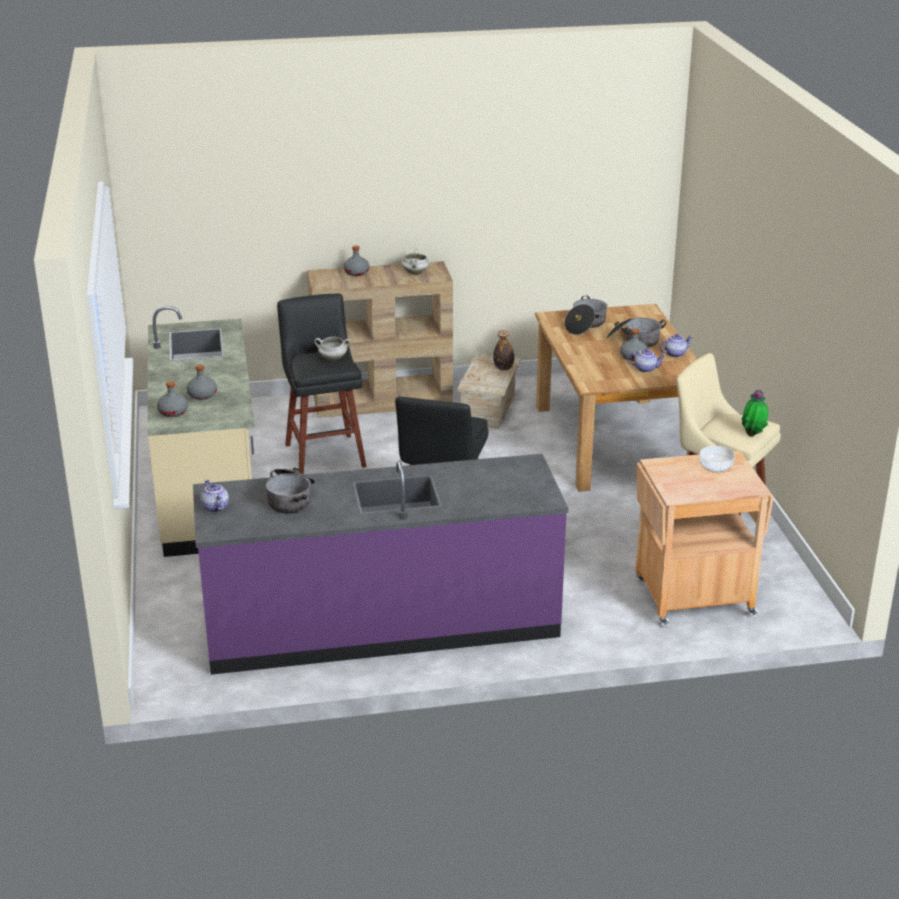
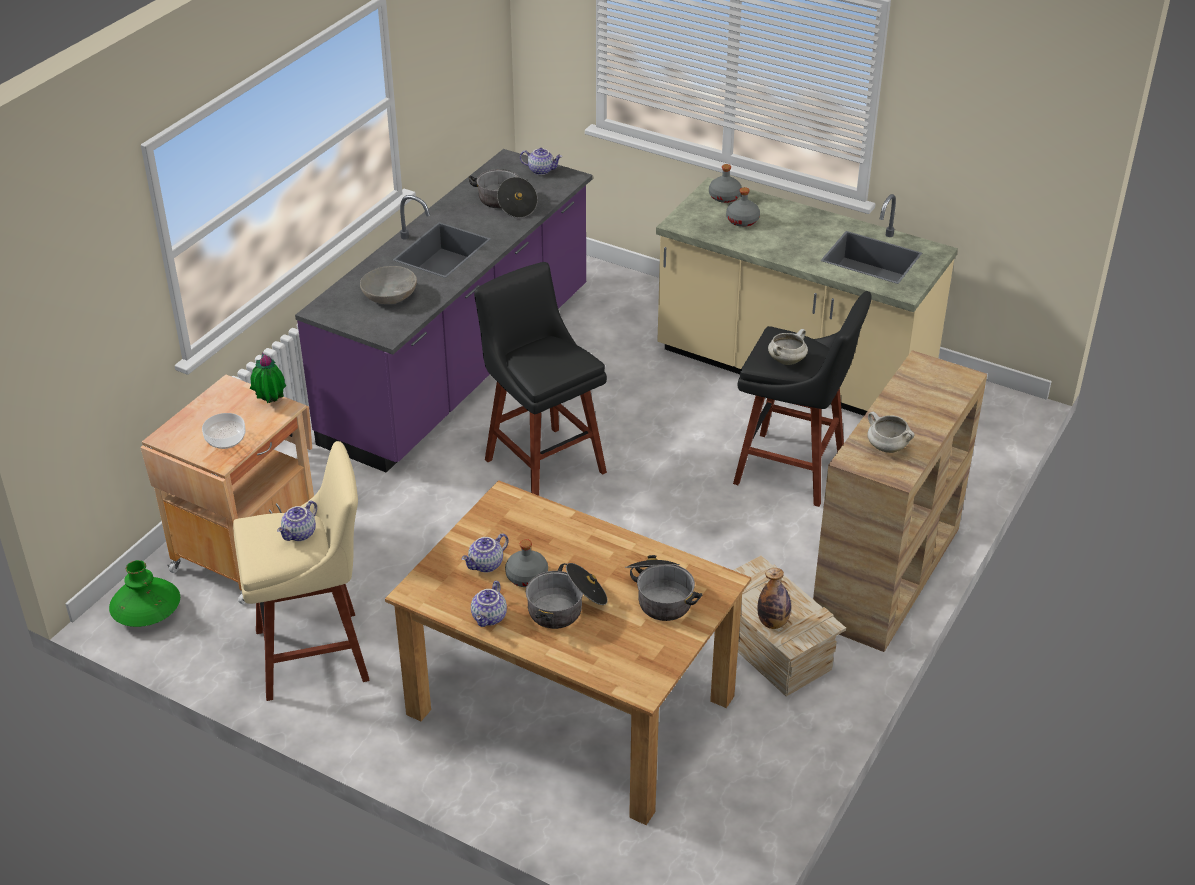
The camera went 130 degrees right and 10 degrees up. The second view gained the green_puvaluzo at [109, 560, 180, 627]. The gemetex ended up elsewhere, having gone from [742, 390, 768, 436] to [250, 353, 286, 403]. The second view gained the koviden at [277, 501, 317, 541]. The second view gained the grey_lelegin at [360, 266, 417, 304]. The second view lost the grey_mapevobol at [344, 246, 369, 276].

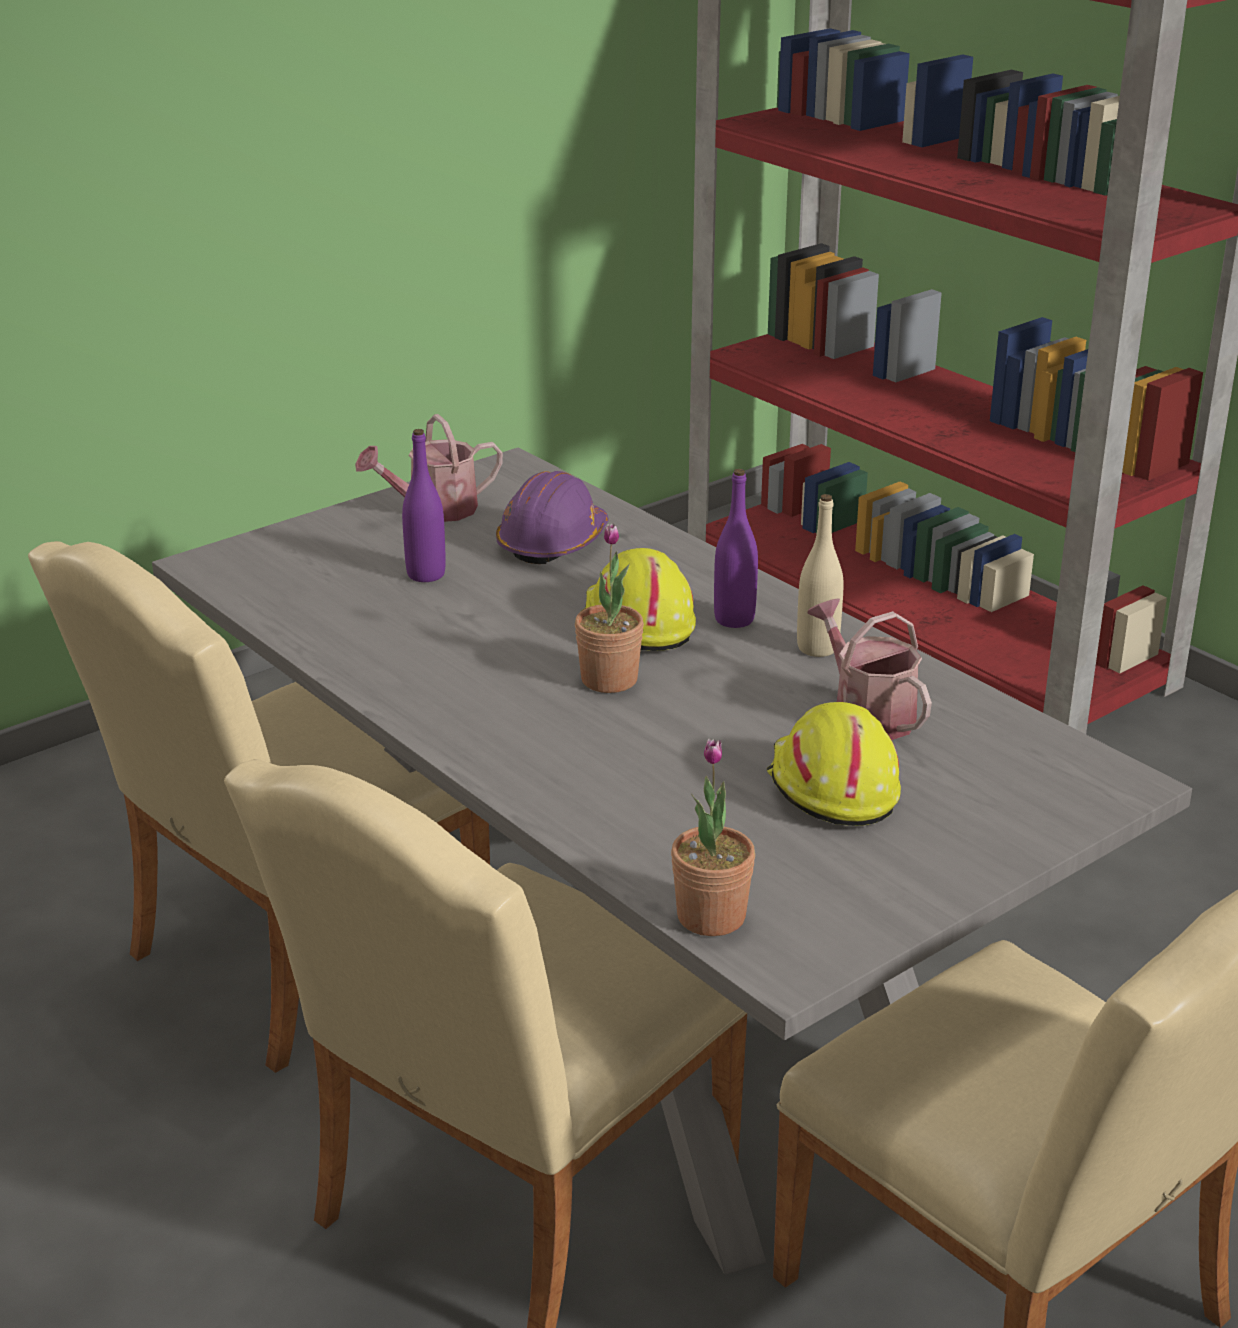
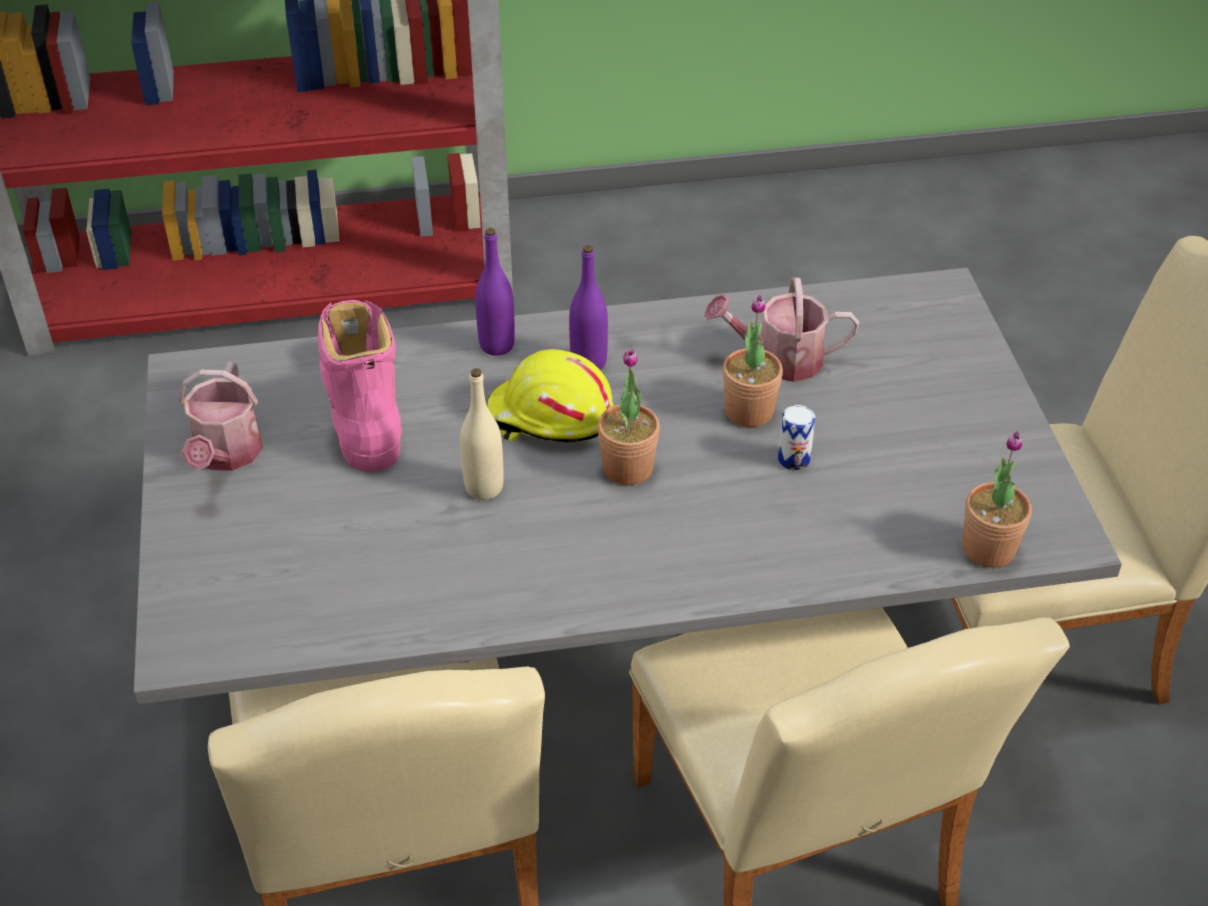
The camera went 60 degrees left and 15 degrees up. Where the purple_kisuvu stood at [496, 471, 609, 564], the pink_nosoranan came to stand at [318, 300, 402, 472]. The beige_mapevobol ended up elsewhere, having gone from [797, 494, 844, 657] to [460, 368, 504, 500]. The purple_mapevobol ended up elsewhere, having gone from [402, 429, 446, 582] to [475, 228, 515, 356]. The second view gained the gemetex at [723, 295, 783, 427]. The second view gained the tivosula at [778, 405, 815, 470]. The second view lost the yellow_kisuvu at [767, 702, 901, 826].

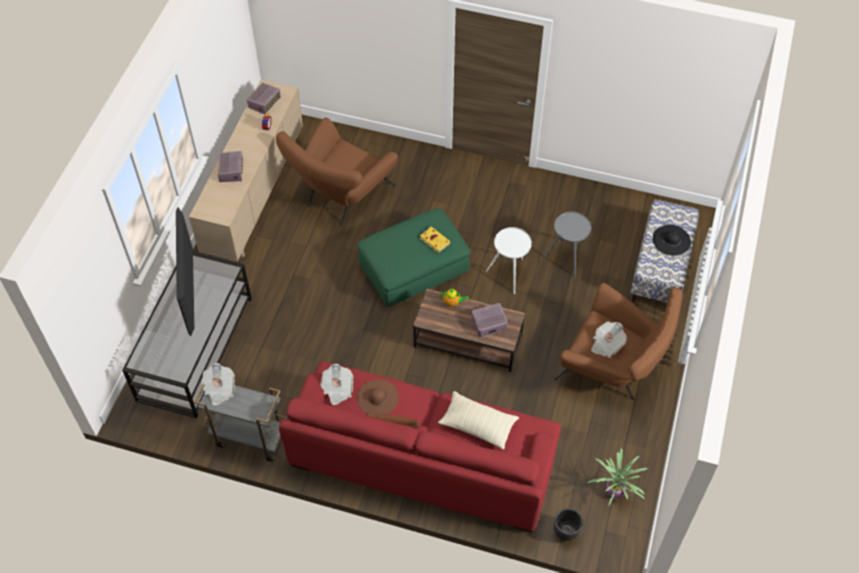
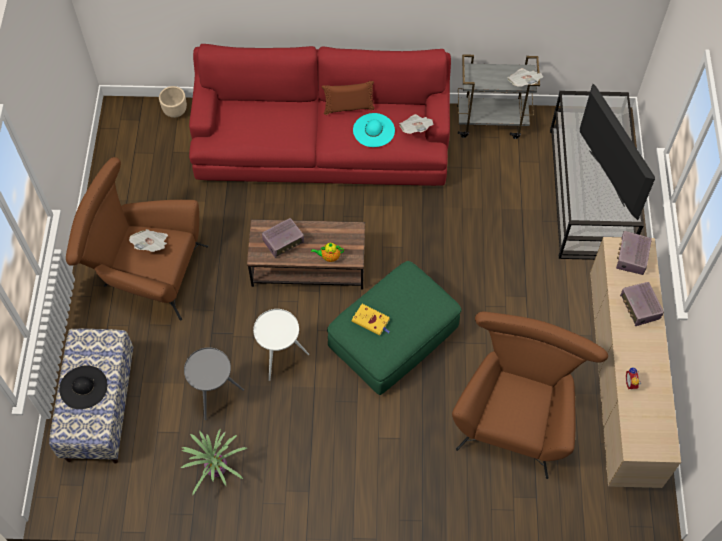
The camera went 165 degrees right and 5 degrees up. What was the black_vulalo at [554, 508, 583, 541] turned into the beige_vulalo at [159, 86, 187, 118]. The gemetex ended up elsewhere, having gone from [587, 448, 648, 507] to [181, 429, 247, 496]. What was the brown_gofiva at [357, 379, 398, 414] turned into the turquoise_gofiva at [353, 113, 395, 147]. The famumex ended up elsewhere, having gone from [247, 83, 281, 114] to [616, 231, 652, 275]. The second view lost the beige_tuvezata at [438, 391, 519, 450].

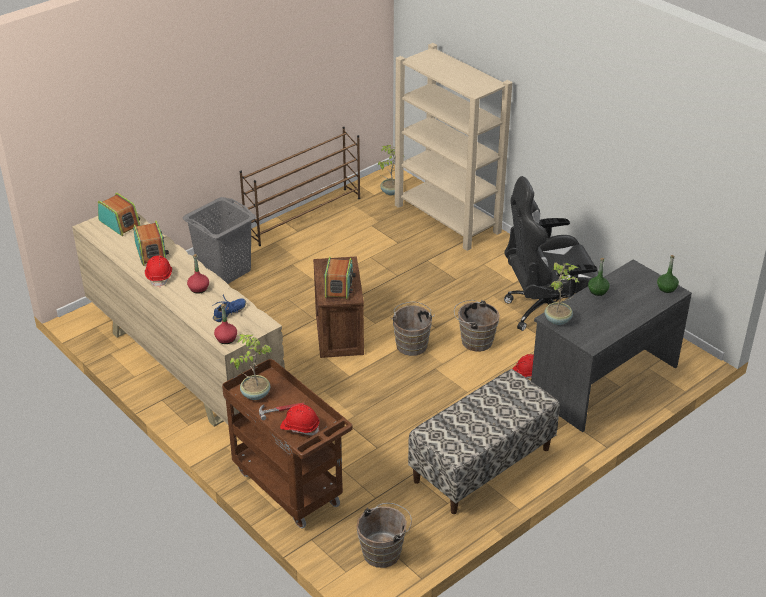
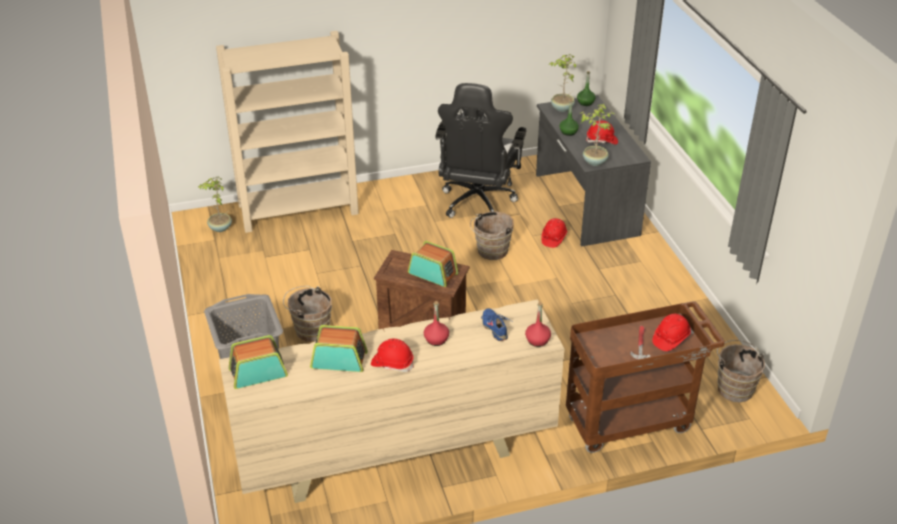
The camera went 65 degrees left and 0 degrees up. The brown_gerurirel ended up elsewhere, having gone from [391, 302, 434, 356] to [283, 286, 332, 342]. The gemetex ended up elsewhere, having gone from [230, 334, 272, 400] to [549, 54, 576, 112]. The second view gained the red_kisuvu at [586, 120, 618, 145]. The second view lost the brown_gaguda at [240, 127, 360, 246]. The second view lost the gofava at [408, 369, 560, 514].

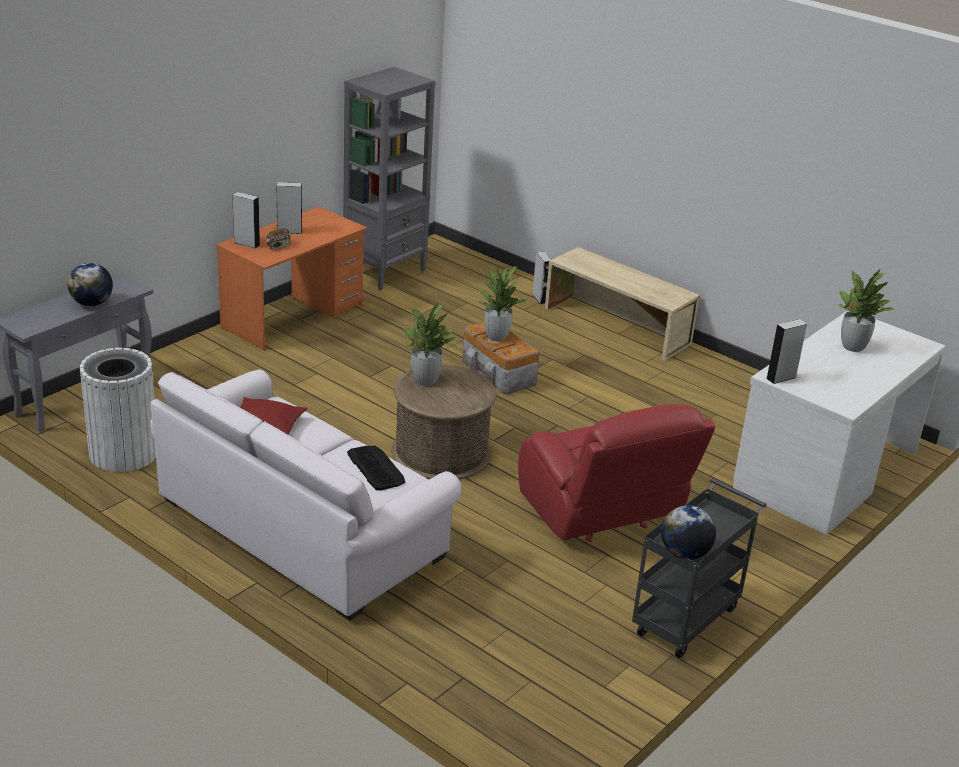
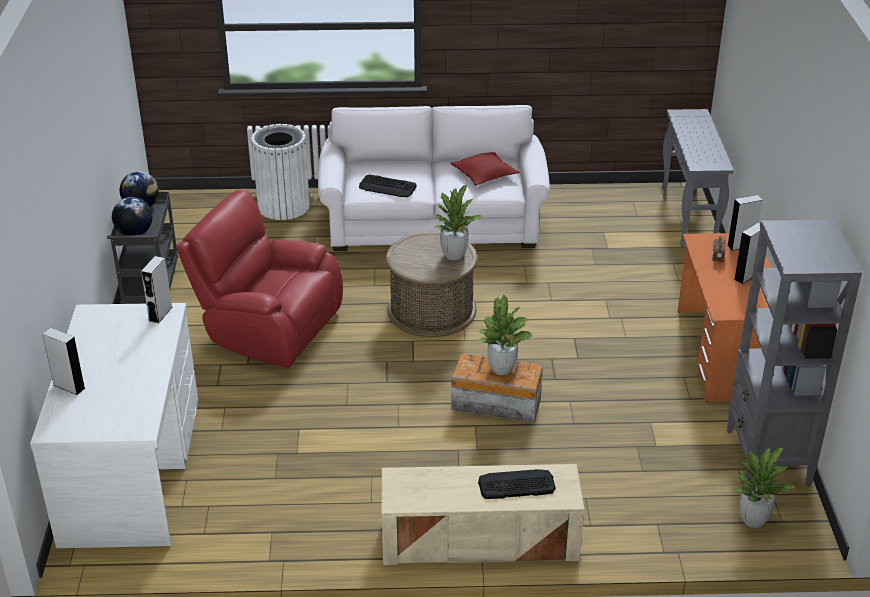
The camera went 140 degrees right and 5 degrees up. The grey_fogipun ended up elsewhere, having gone from [532, 252, 551, 304] to [43, 328, 85, 395]. The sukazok ended up elsewhere, having gone from [68, 263, 113, 306] to [112, 197, 153, 235]. The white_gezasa ended up elsewhere, having gone from [80, 348, 156, 472] to [251, 124, 310, 220]. The second view gained the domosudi at [478, 469, 556, 499]. The gemetex ended up elsewhere, having gone from [837, 269, 894, 352] to [733, 448, 795, 528].

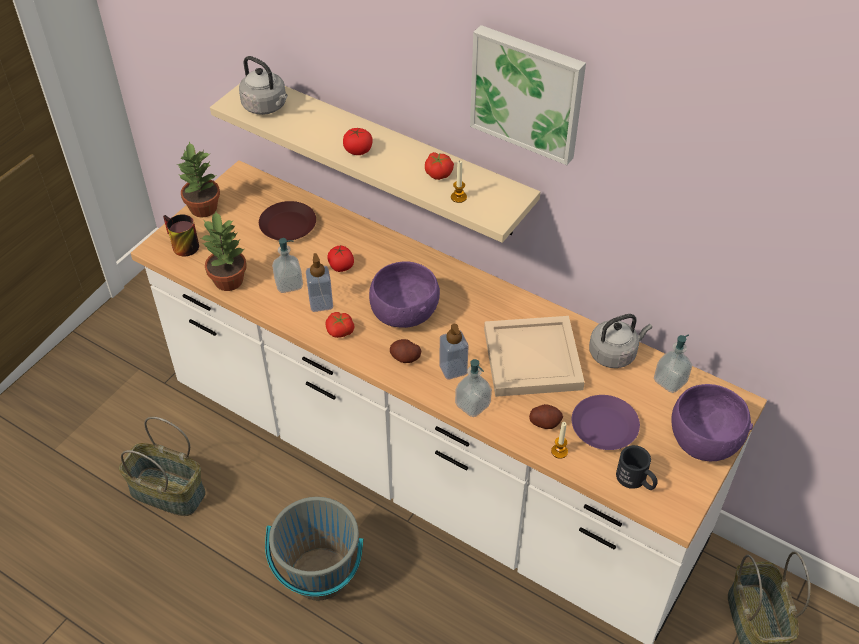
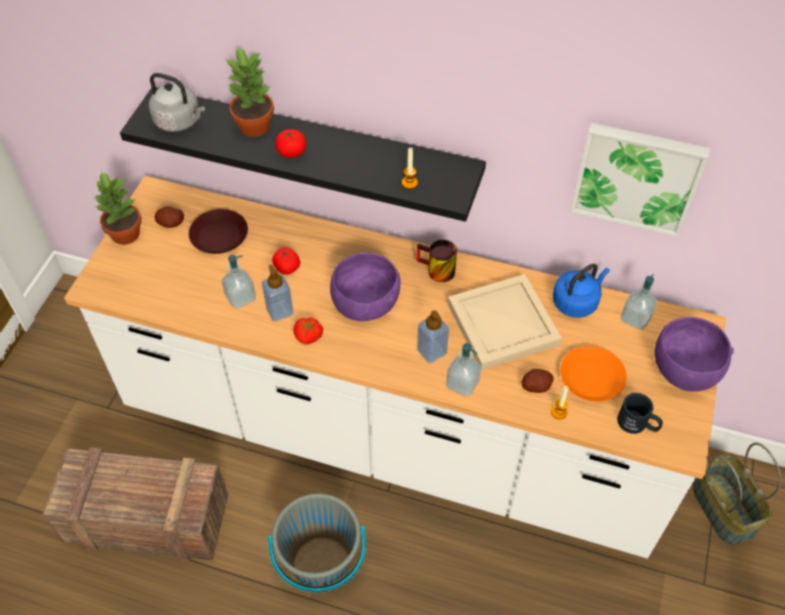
The camera went 15 degrees left and 5 degrees up. Where the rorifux stood at [119, 417, 206, 516], the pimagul came to stand at [43, 448, 228, 561]. What was the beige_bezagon at [210, 84, 540, 243] turned into the black_bezagon at [120, 87, 486, 222]. The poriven ended up elsewhere, having gone from [390, 339, 421, 363] to [155, 206, 184, 228]. The gemetex ended up elsewhere, having gone from [201, 211, 247, 291] to [226, 46, 274, 137]. The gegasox ended up elsewhere, having gone from [163, 214, 199, 257] to [416, 240, 457, 282]. What was the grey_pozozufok at [589, 314, 652, 368] turned into the blue_pozozufok at [553, 264, 610, 318]. What was the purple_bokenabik at [572, 395, 640, 450] turned into the orange_bokenabik at [560, 346, 627, 402]. The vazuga ended up elsewhere, having gone from [470, 25, 586, 165] to [570, 123, 710, 237]. The second view lost the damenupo at [425, 152, 454, 180].

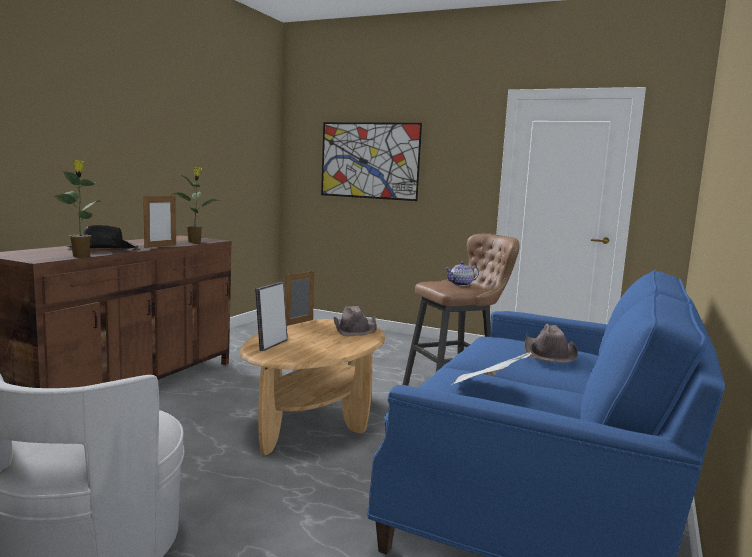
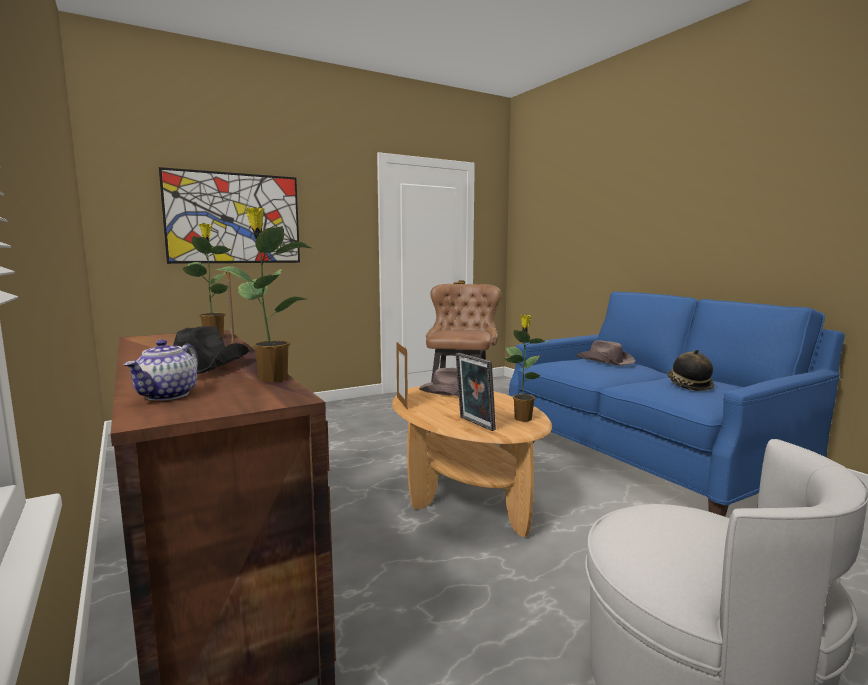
The camera went 55 degrees left and 0 degrees up. The koviden ended up elsewhere, having gone from [445, 262, 479, 286] to [124, 339, 198, 401]. The second view gained the gemetex at [504, 315, 549, 422]. Where the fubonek stood at [451, 353, 532, 385], the gofiva came to stand at [667, 349, 714, 391].

